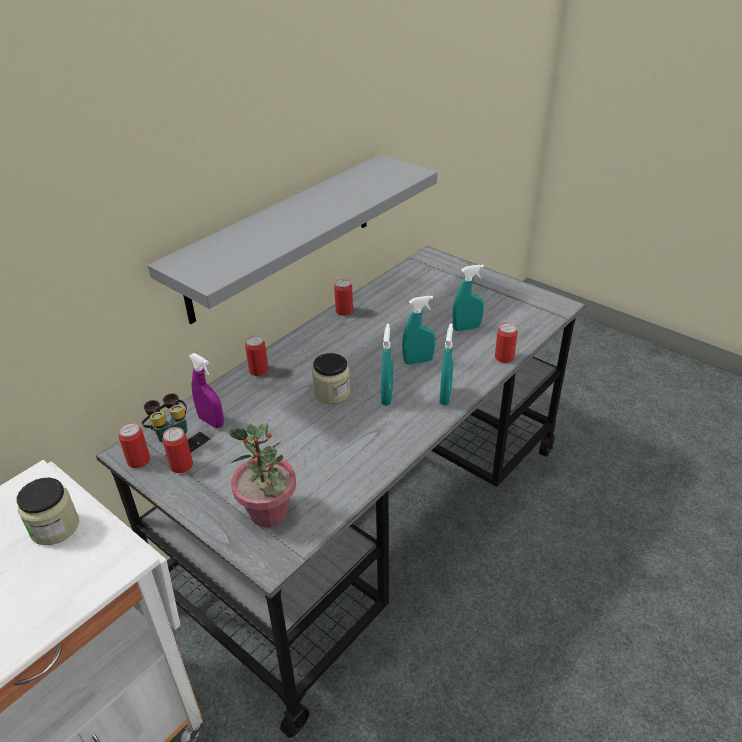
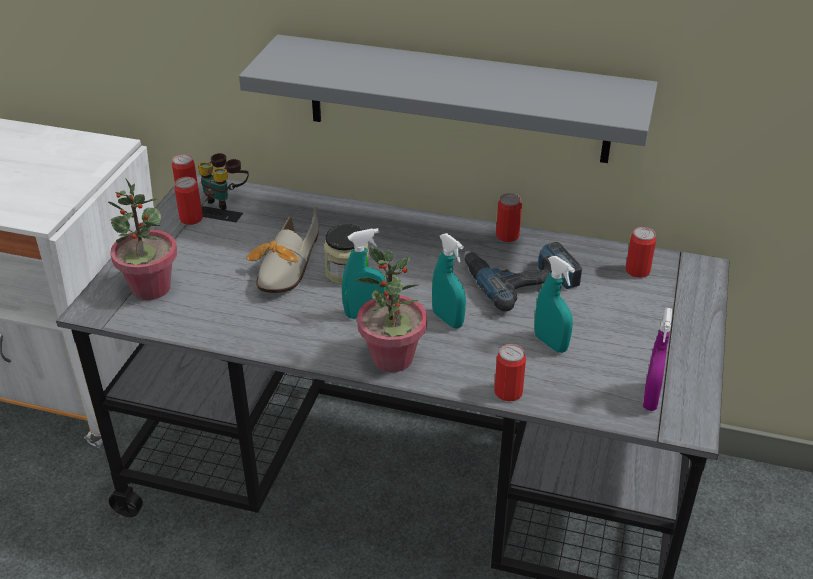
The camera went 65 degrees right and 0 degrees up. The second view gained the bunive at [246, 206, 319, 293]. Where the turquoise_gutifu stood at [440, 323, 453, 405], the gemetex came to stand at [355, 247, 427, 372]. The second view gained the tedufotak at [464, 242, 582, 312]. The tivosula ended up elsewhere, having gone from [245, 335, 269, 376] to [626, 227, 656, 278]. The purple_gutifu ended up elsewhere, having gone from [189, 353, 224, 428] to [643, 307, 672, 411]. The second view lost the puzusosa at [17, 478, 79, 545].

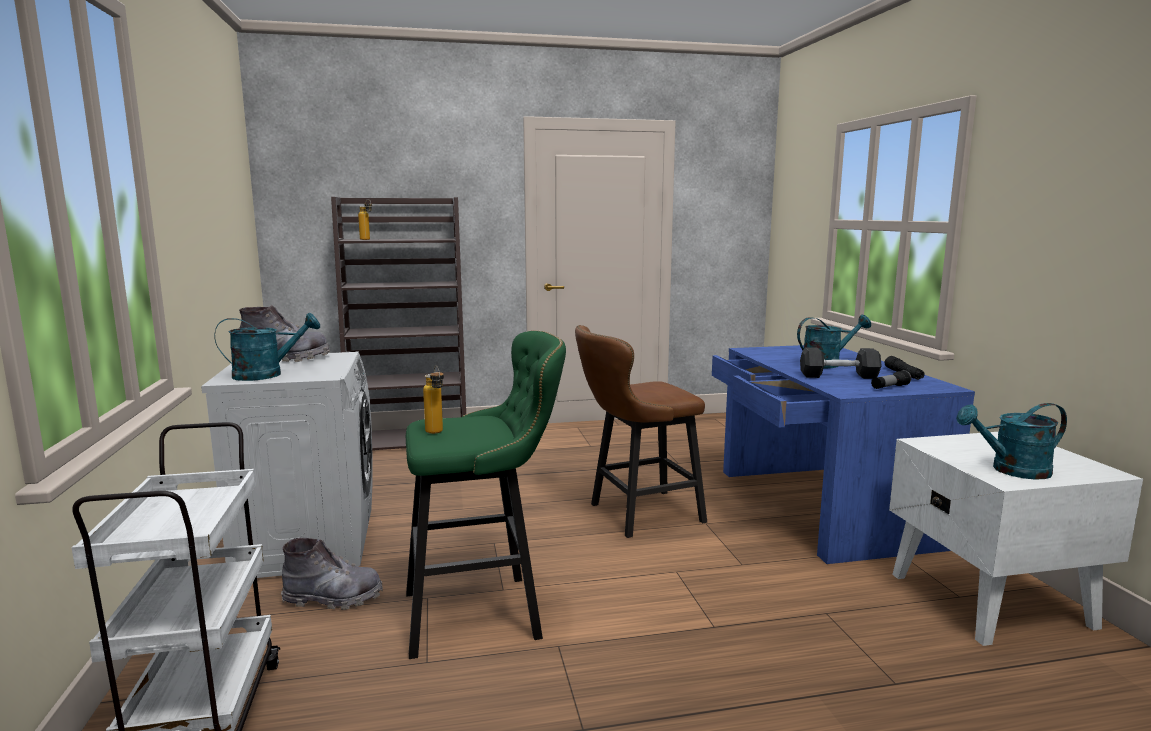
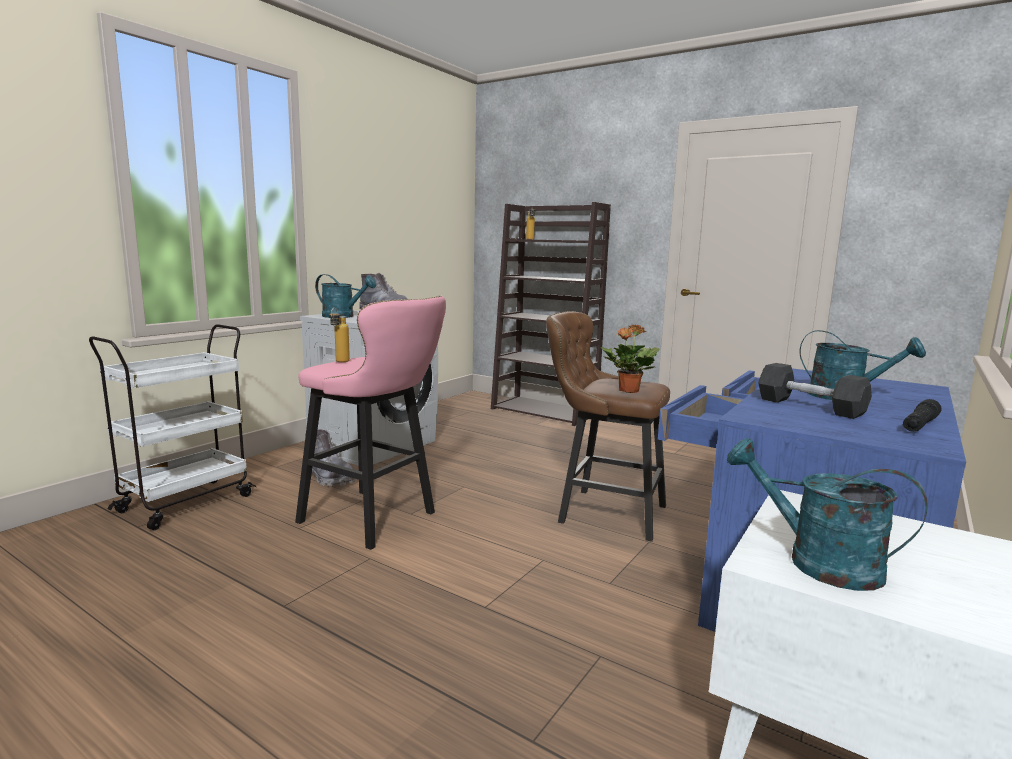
The camera went 45 degrees right and 0 degrees up. What was the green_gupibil at [406, 331, 566, 659] turned into the pink_gupibil at [295, 295, 446, 550]. The second view gained the gemetex at [601, 324, 660, 393]. The second view lost the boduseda at [871, 370, 911, 389].

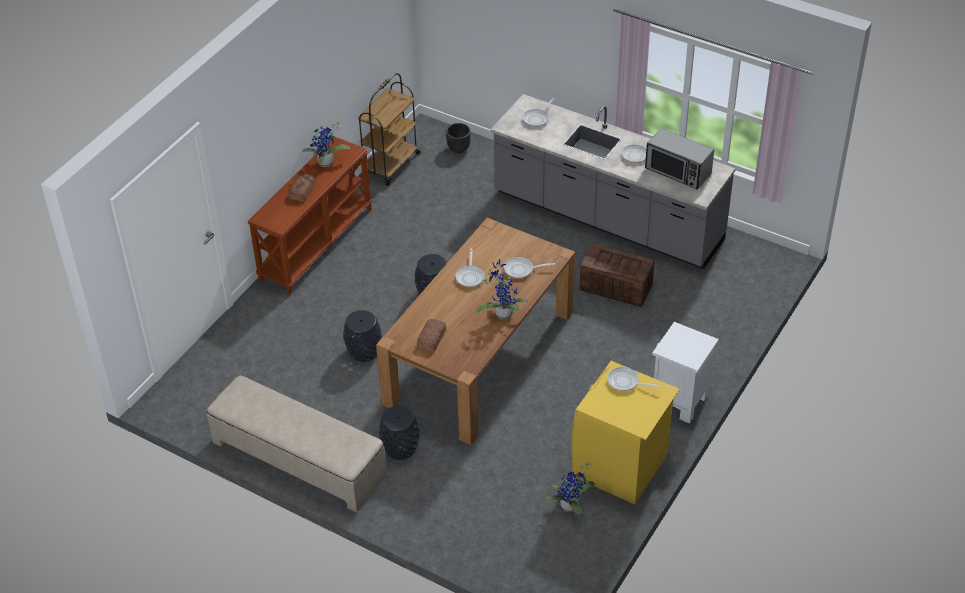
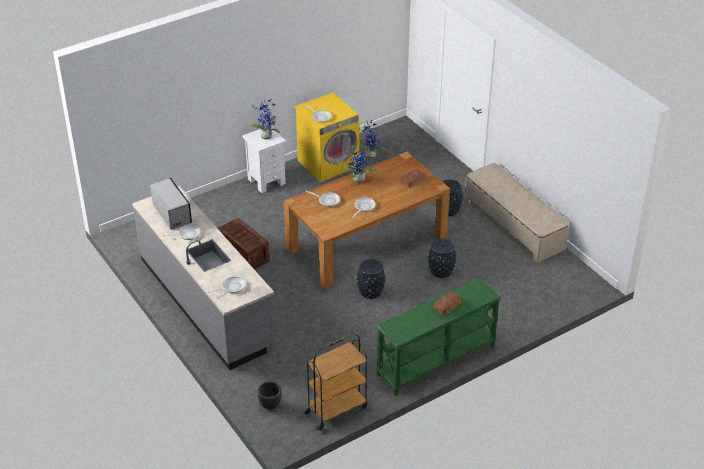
The camera went 155 degrees left and 5 degrees down. The gemetex ended up elsewhere, having gone from [302, 122, 350, 167] to [247, 98, 280, 140]. What was the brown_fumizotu at [248, 136, 372, 295] turned into the green_fumizotu at [376, 278, 501, 395].

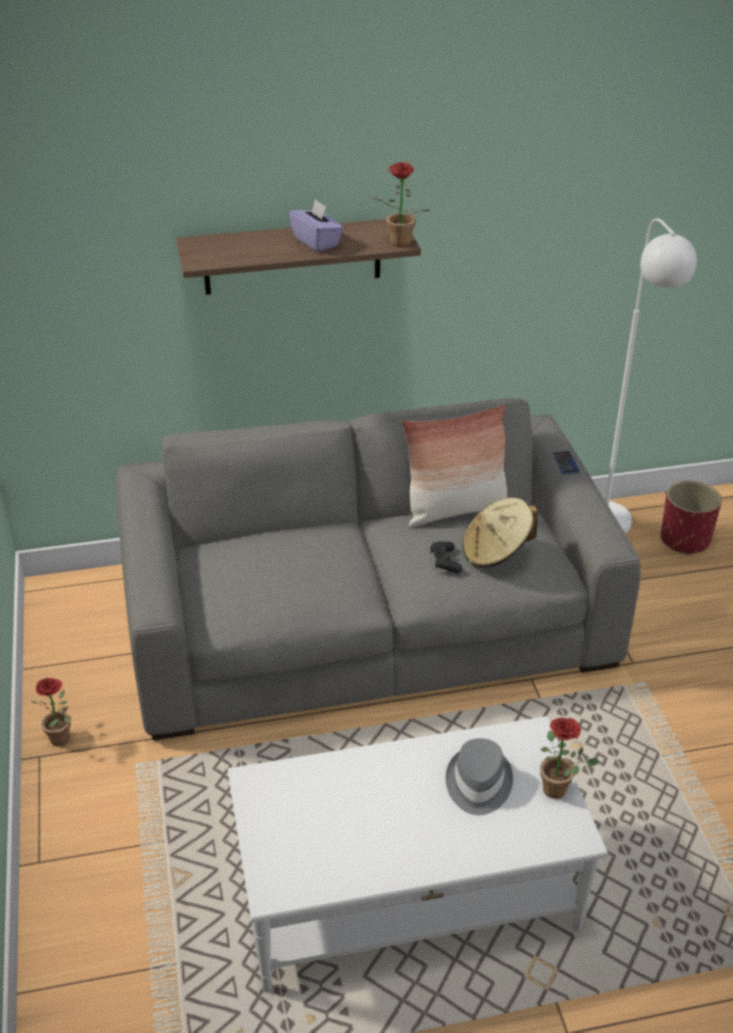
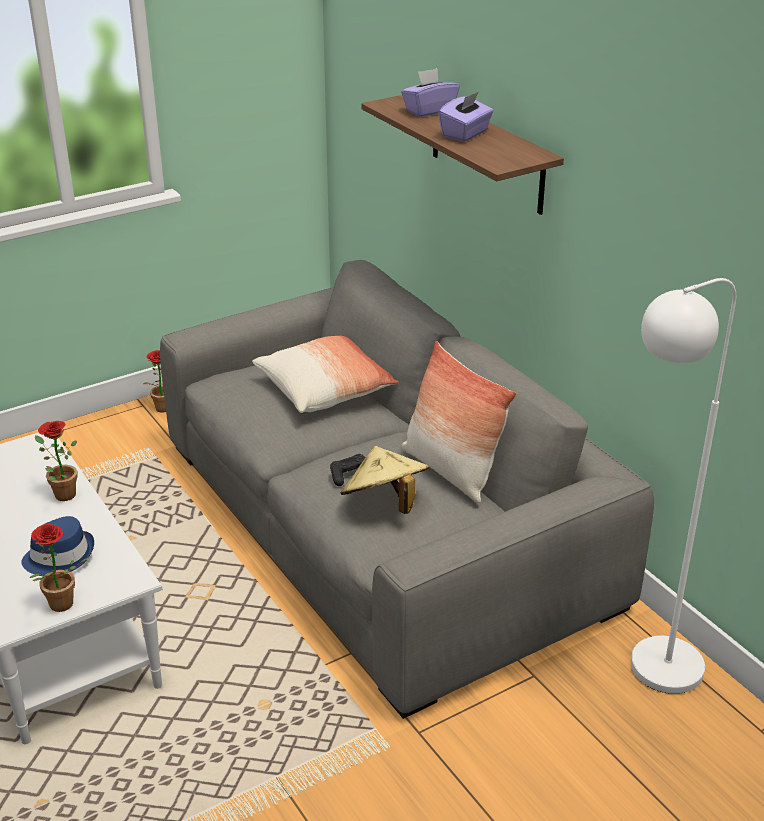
The camera went 70 degrees right and 5 degrees down. What was the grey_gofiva at [446, 738, 513, 815] turned into the blue_gofiva at [21, 516, 94, 576]. The gemetex ended up elsewhere, having gone from [373, 162, 430, 248] to [35, 421, 77, 501]. The second view gained the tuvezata at [252, 336, 399, 413]. The second view gained the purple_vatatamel at [401, 68, 460, 117]. The second view lost the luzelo at [553, 451, 580, 474]. The second view lost the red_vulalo at [661, 481, 722, 555].

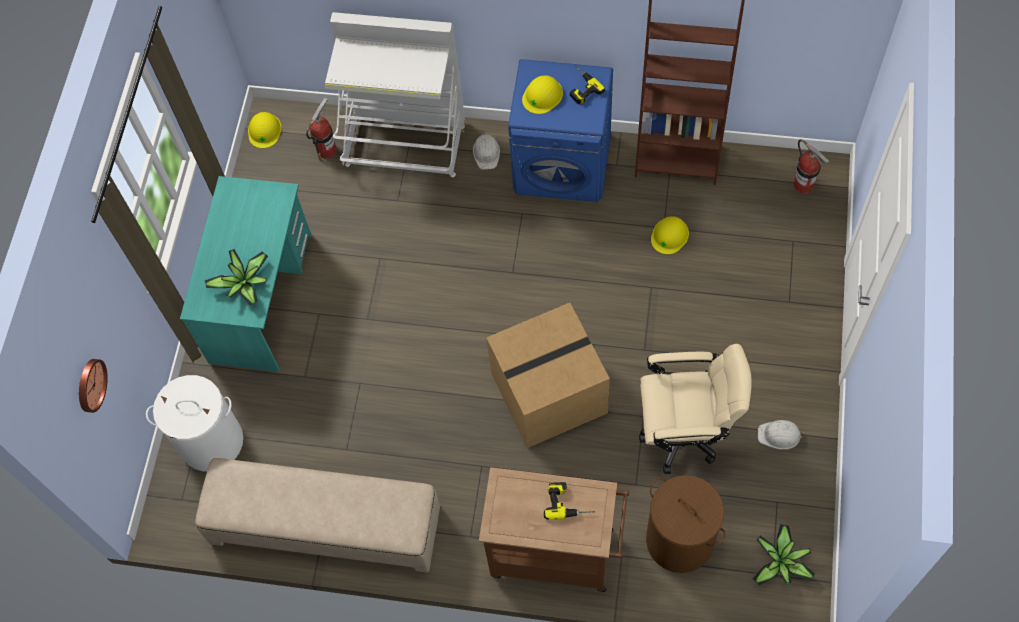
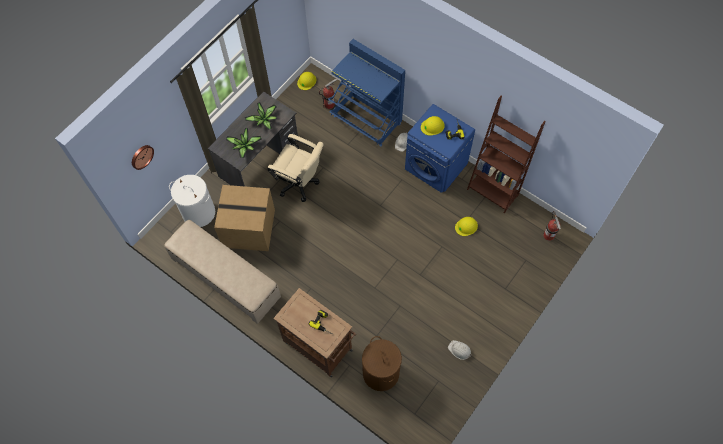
The camera went 25 degrees right and 0 degrees up. What was the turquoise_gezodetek at [180, 176, 311, 372] turned into the grey_gezodetek at [208, 91, 298, 186]. The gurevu ended up elsewhere, having gone from [486, 303, 610, 448] to [214, 185, 275, 251]. The gemetex ended up elsewhere, having gone from [753, 524, 815, 585] to [245, 102, 277, 130]. The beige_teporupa ended up elsewhere, having gone from [639, 344, 752, 474] to [267, 134, 324, 202]. What was the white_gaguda at [325, 12, 465, 178] turned into the blue_gaguda at [328, 39, 405, 147].

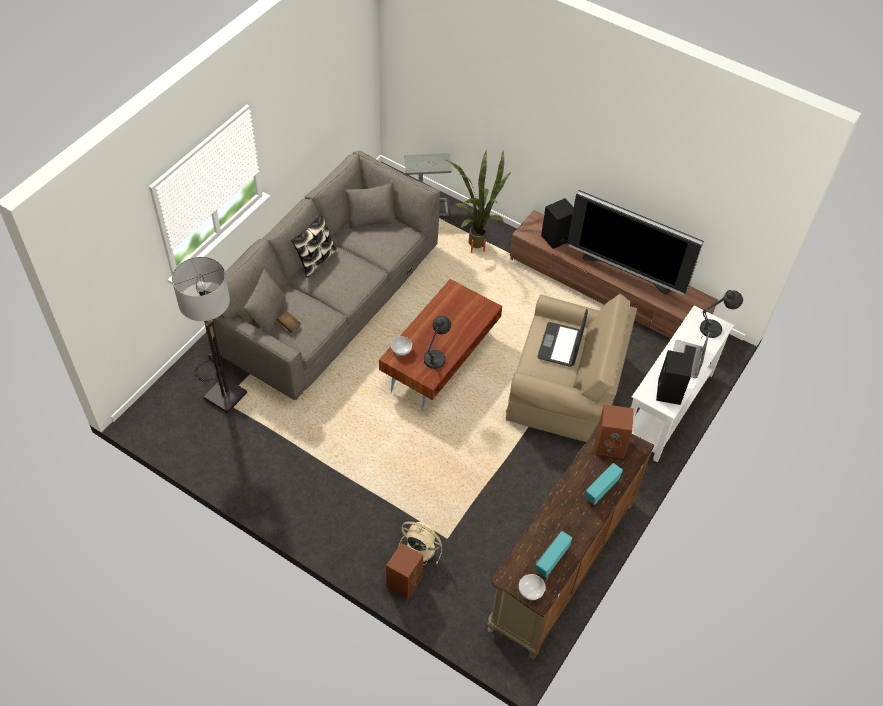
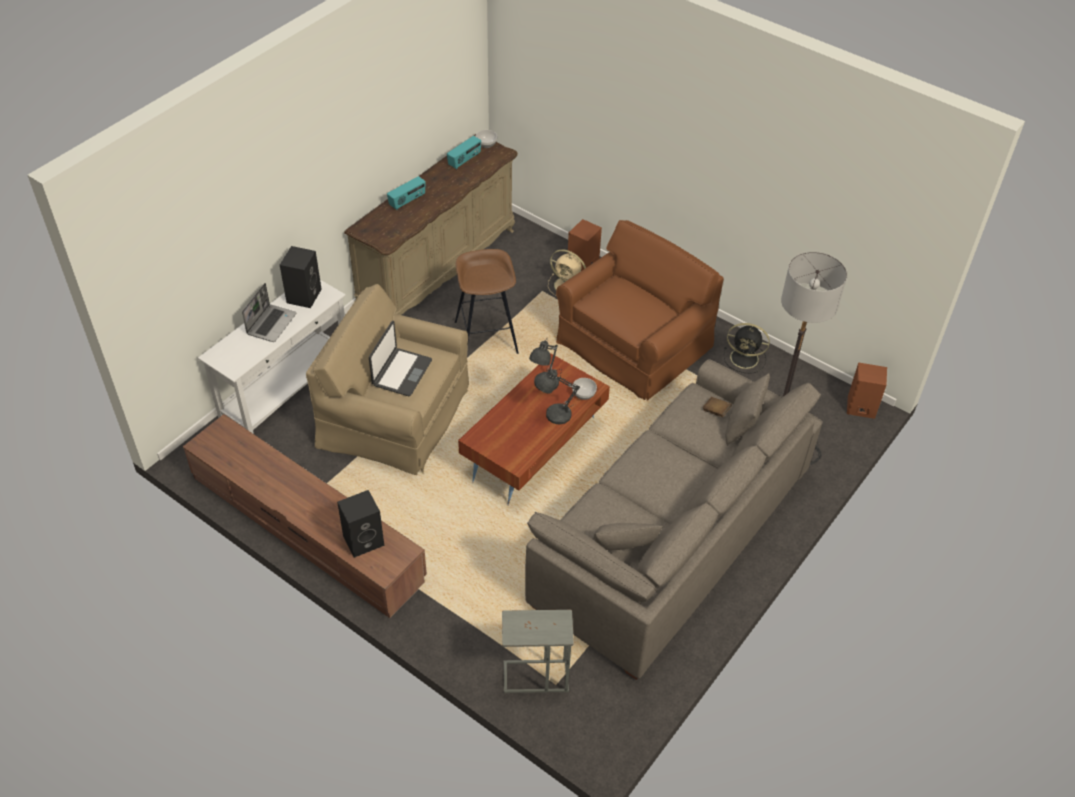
The camera went 175 degrees left and 5 degrees down. The second view gained the brown_gupibil at [455, 249, 519, 354]. The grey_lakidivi ended up elsewhere, having gone from [699, 290, 743, 340] to [535, 369, 580, 424]. The second view gained the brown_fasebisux at [556, 220, 724, 401]. The second view gained the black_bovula at [724, 323, 770, 374]. The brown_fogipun ended up elsewhere, having gone from [595, 404, 634, 458] to [847, 362, 887, 419]. The second view lost the tuvezata at [291, 213, 337, 278]. The second view lost the gemetex at [444, 150, 511, 253]. The second view lost the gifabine at [567, 190, 704, 295].

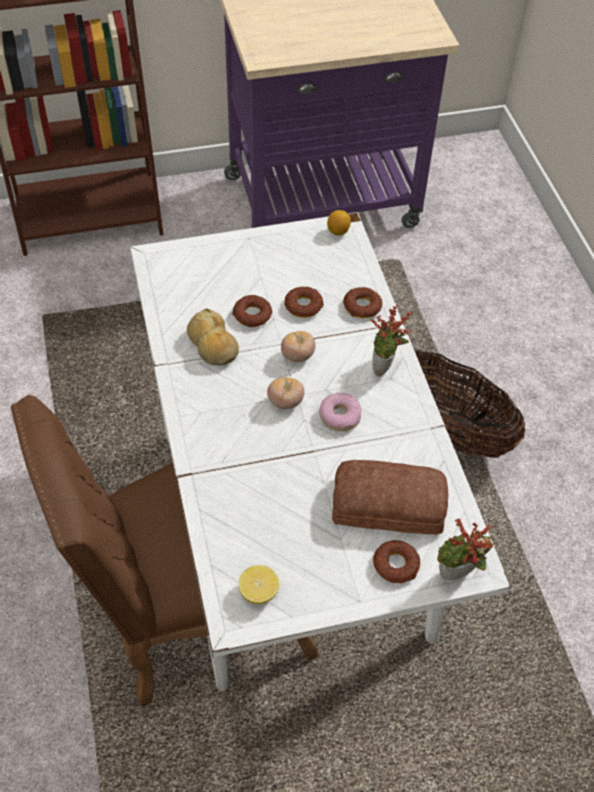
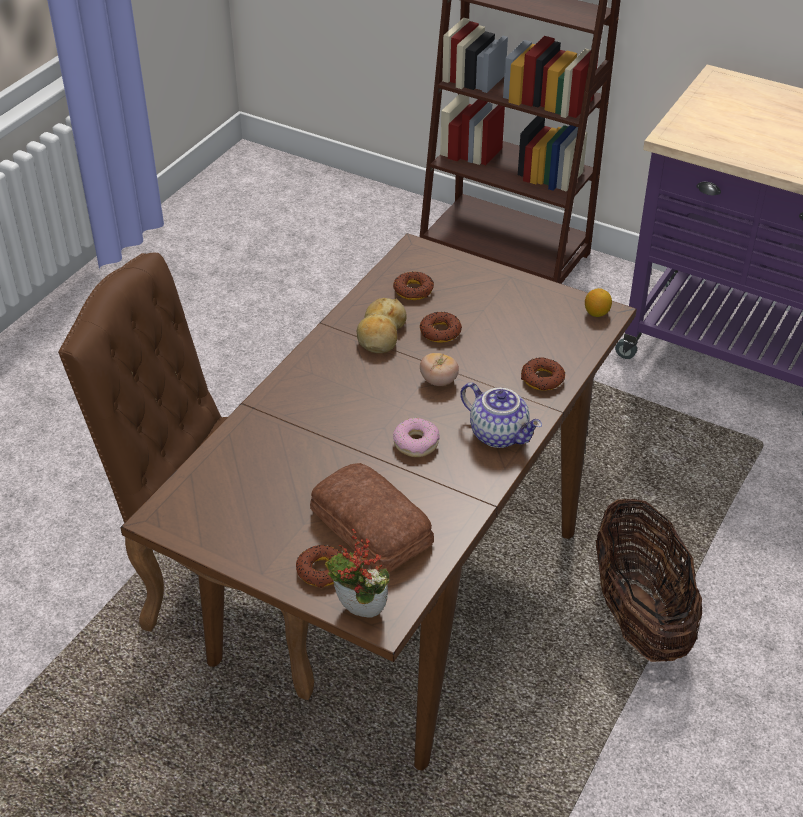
The camera went 45 degrees right and 10 degrees down. What was the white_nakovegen at [130, 212, 511, 691] turned into the brown_nakovegen at [120, 233, 637, 770]. The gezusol ended up elsewhere, having gone from [285, 287, 324, 318] to [393, 272, 434, 300]. Where the gemetex stood at [370, 304, 413, 377], the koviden came to stand at [460, 382, 542, 448]. The second view lost the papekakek at [238, 565, 279, 604]. The second view lost the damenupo at [267, 377, 305, 409].

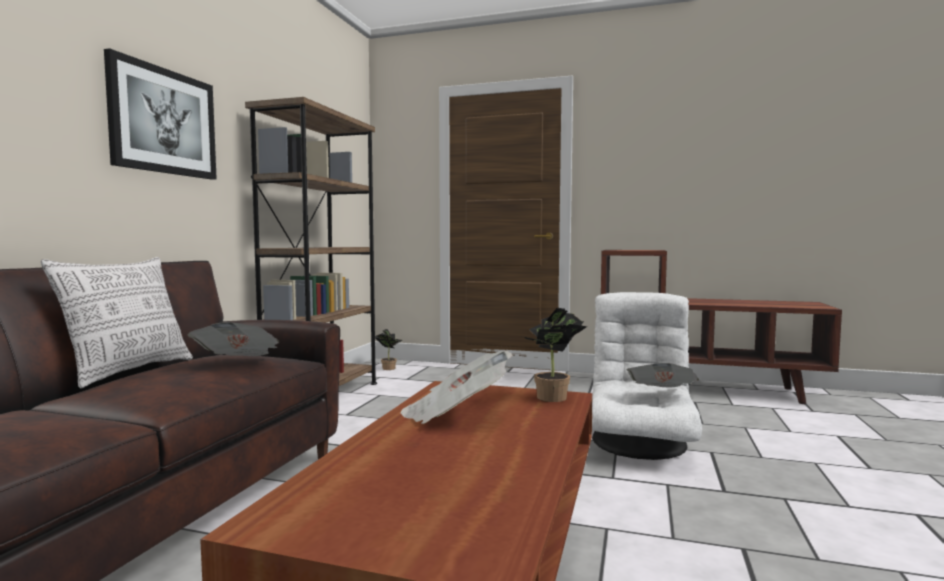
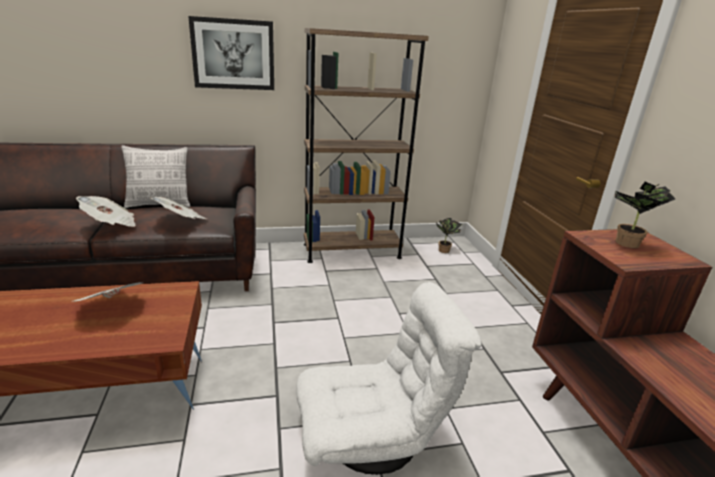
The camera went 60 degrees right and 20 degrees up. The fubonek ended up elsewhere, having gone from [626, 363, 699, 387] to [76, 196, 135, 227]. The gemetex ended up elsewhere, having gone from [522, 308, 587, 402] to [615, 181, 675, 248].

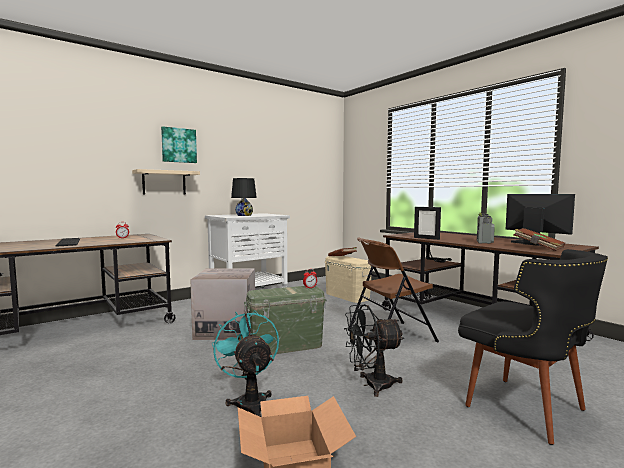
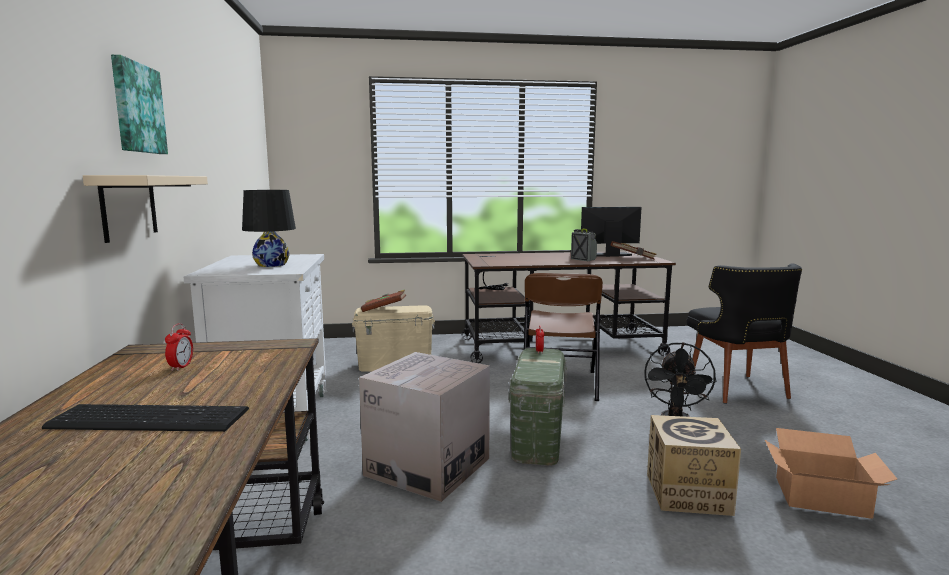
The camera went 60 degrees left and 5 degrees up. Where the turquoise_bovula stood at [212, 311, 279, 417], the gurevu came to stand at [647, 415, 741, 516]. The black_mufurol at [458, 249, 608, 445] ended up facing another way, 90 degrees clockwise from before. The second view lost the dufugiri at [414, 207, 441, 240].

